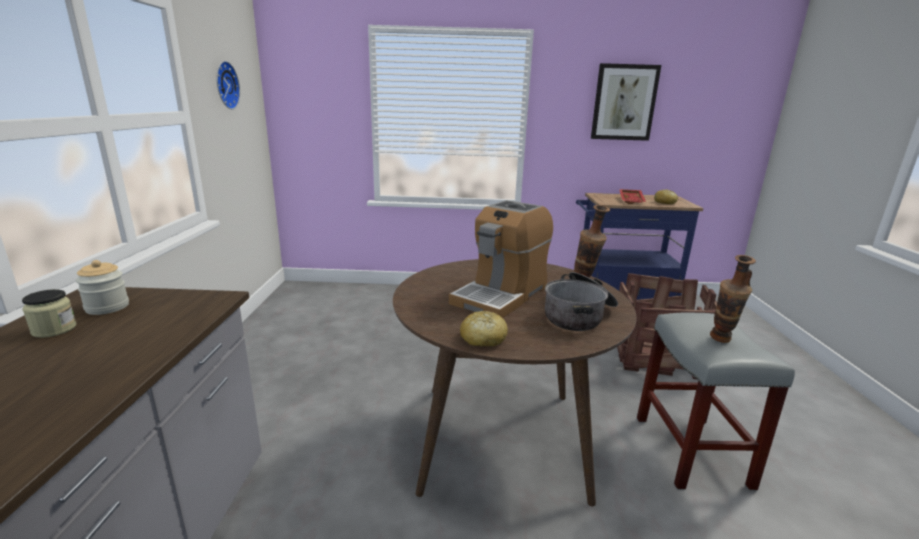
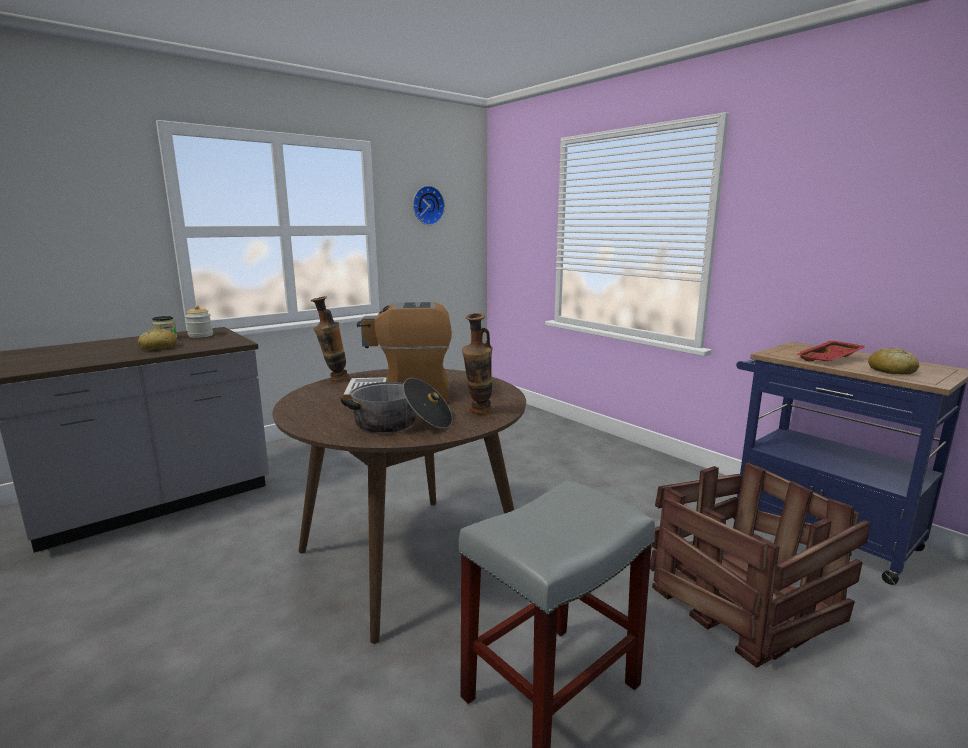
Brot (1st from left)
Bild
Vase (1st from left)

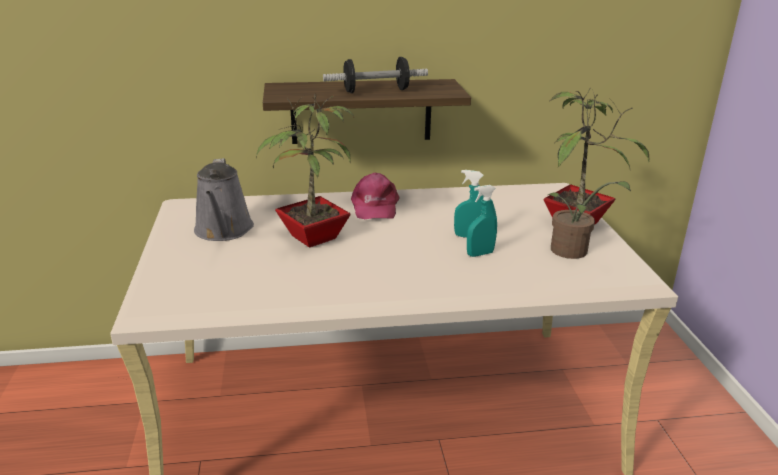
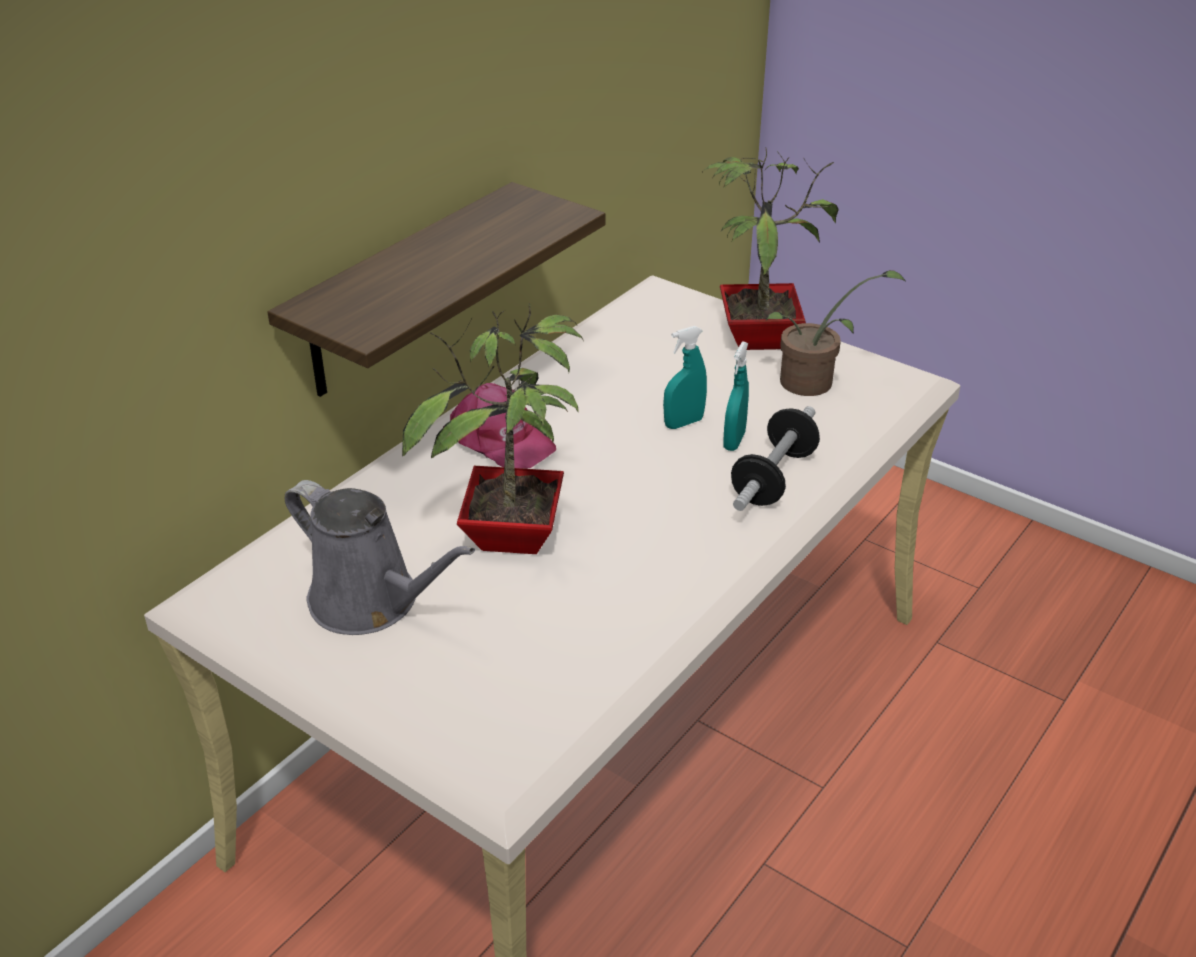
Hantel

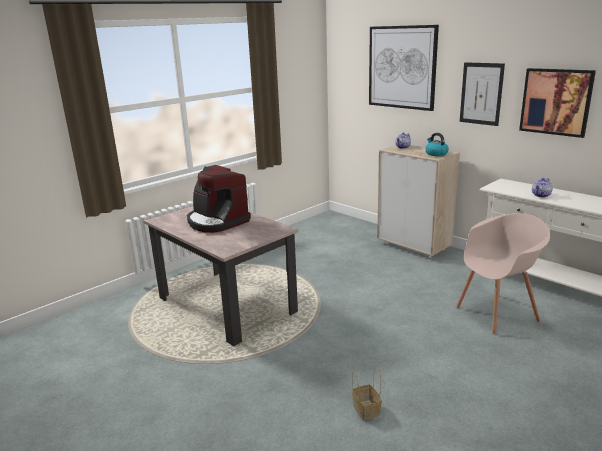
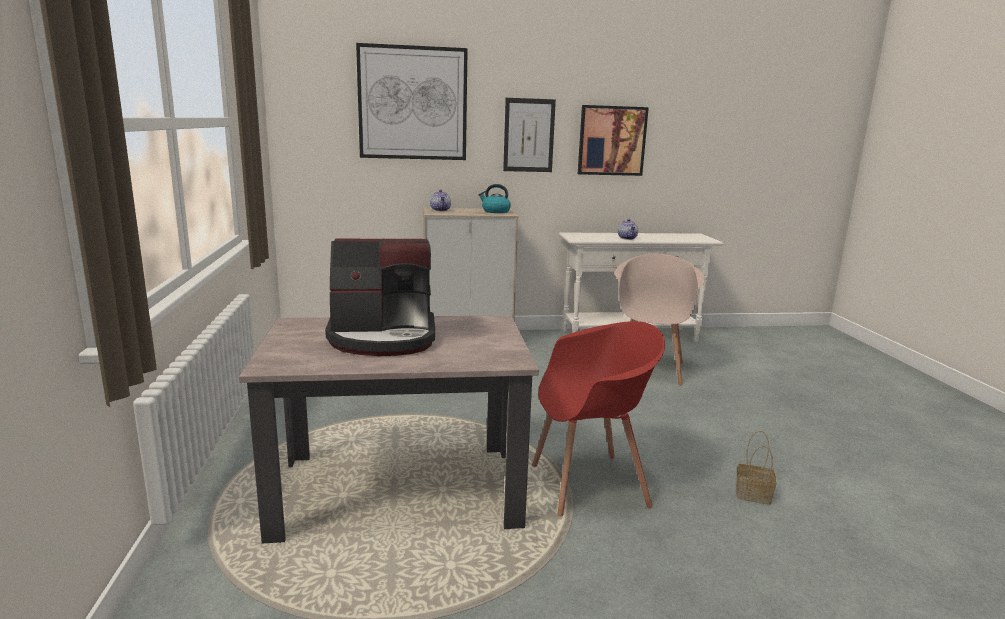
Stuhl/rot

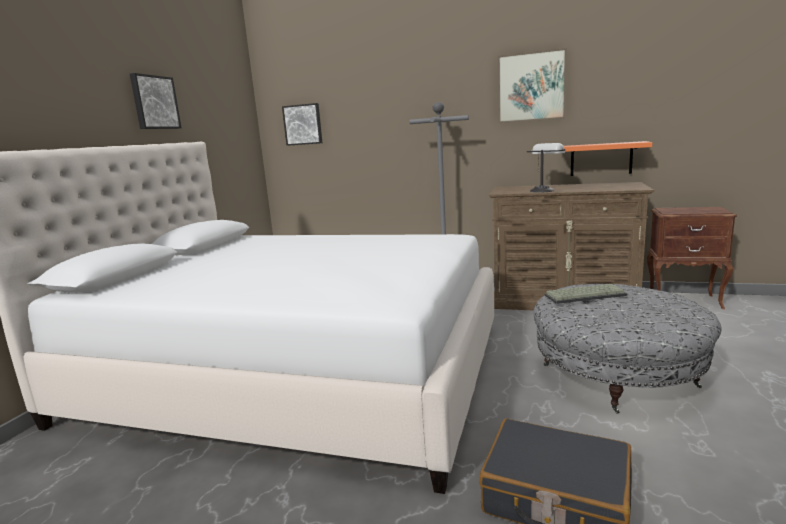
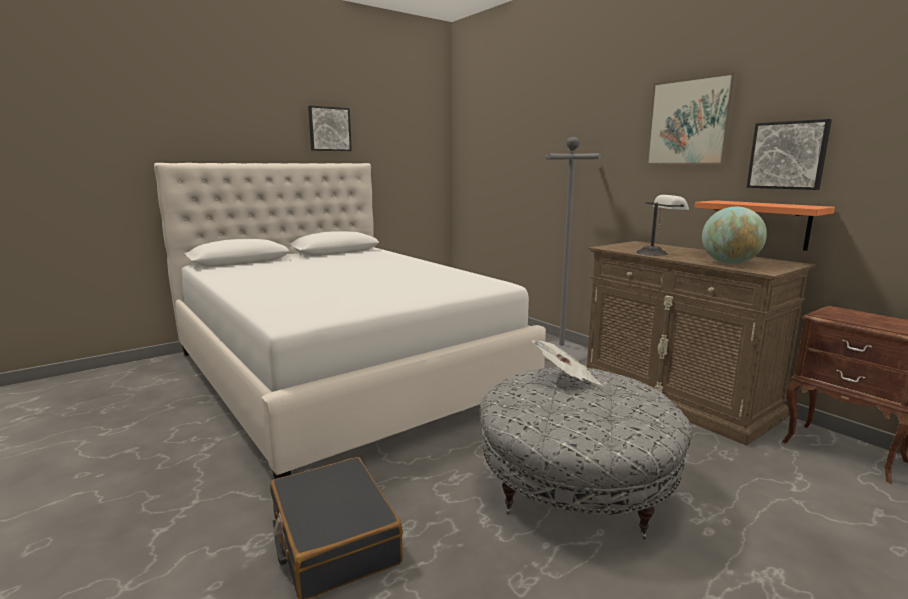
Bild (3rd from left)
Zeitung
Globus

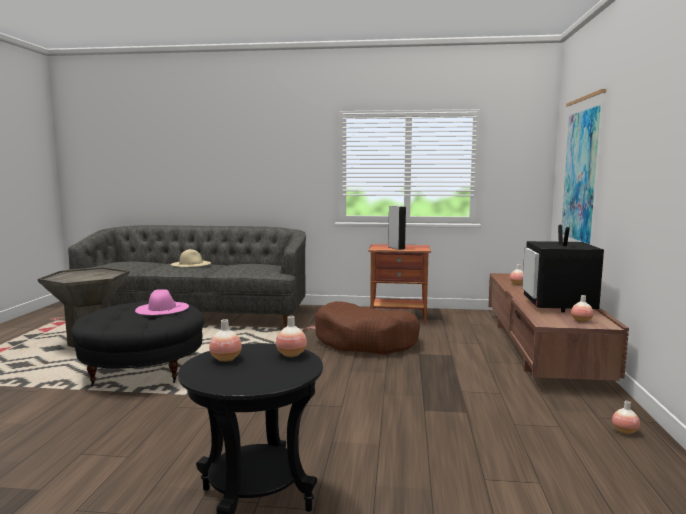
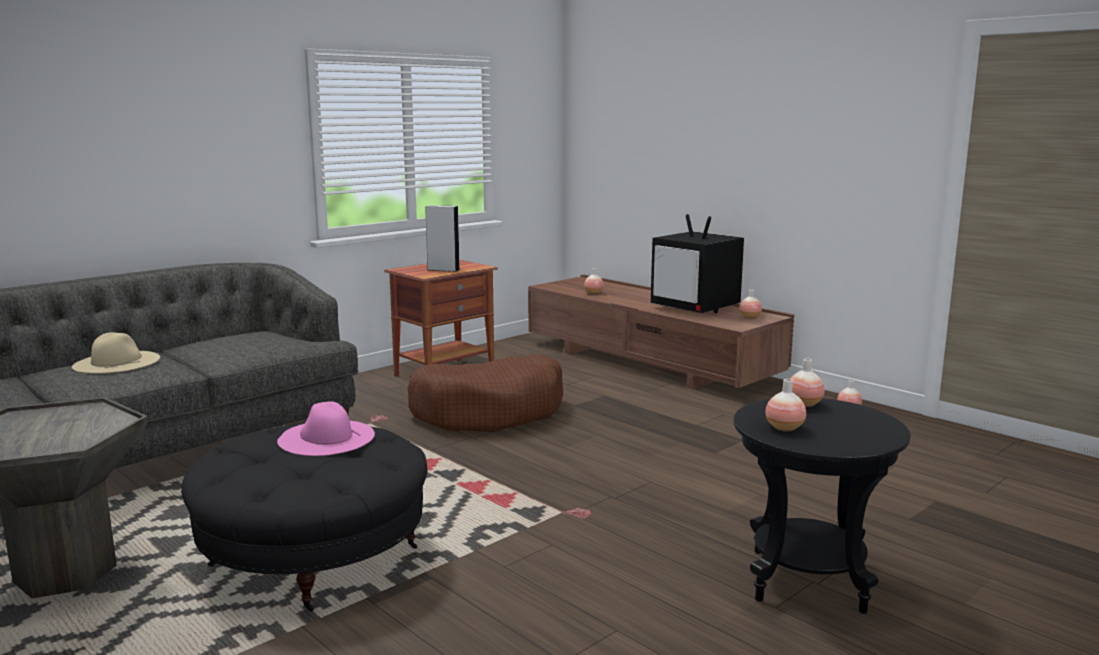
Bild

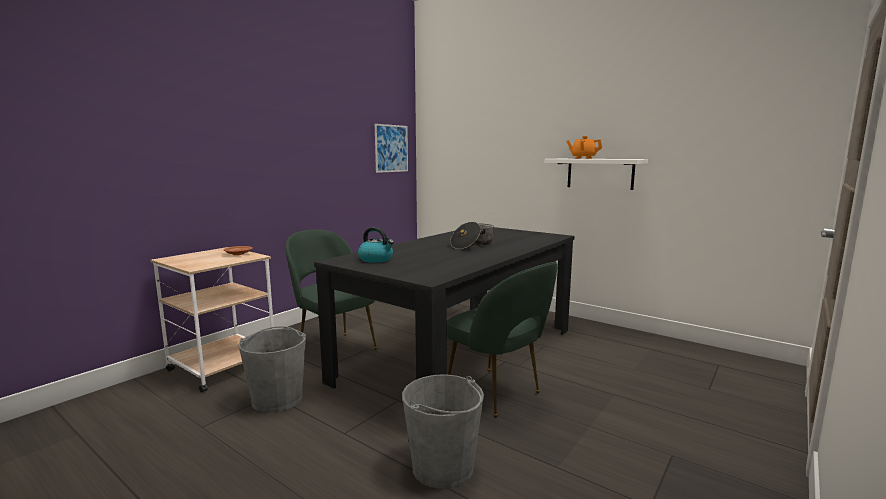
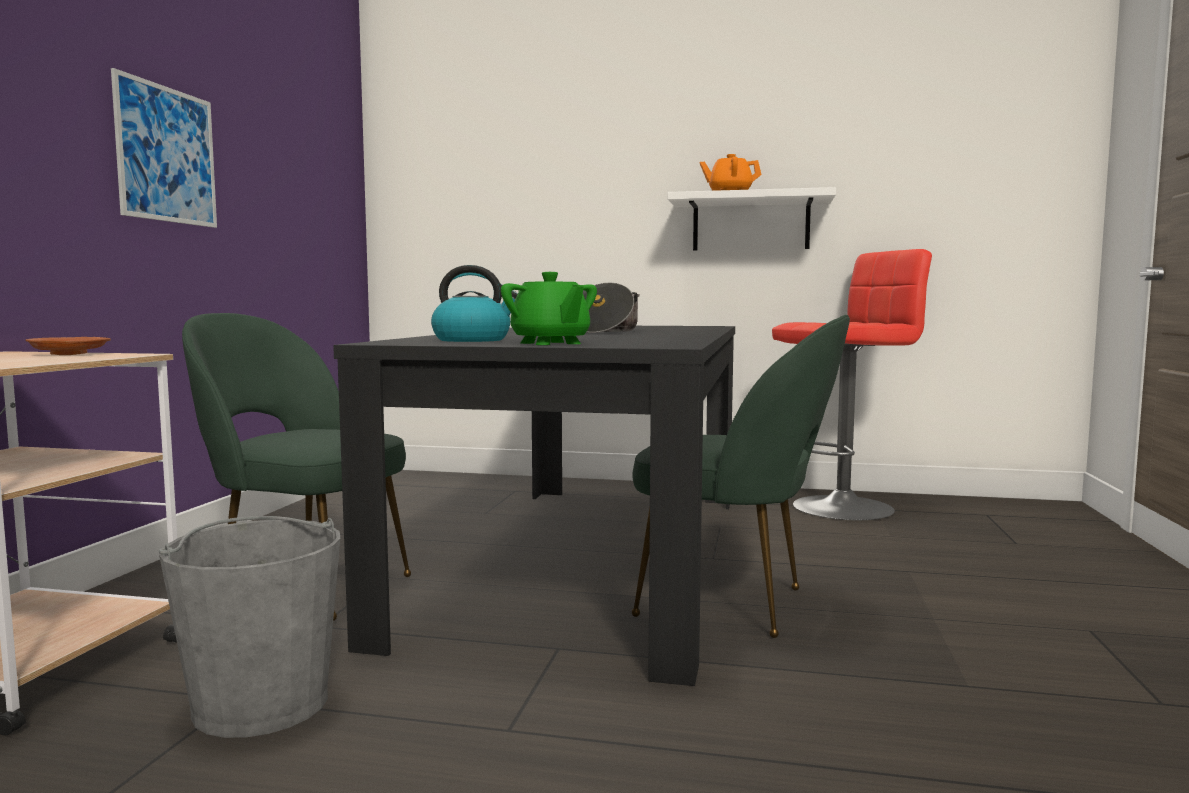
Bild
Eimer/grau (2nd from left in the first image)
Teekanne/grün
Hocker/rot

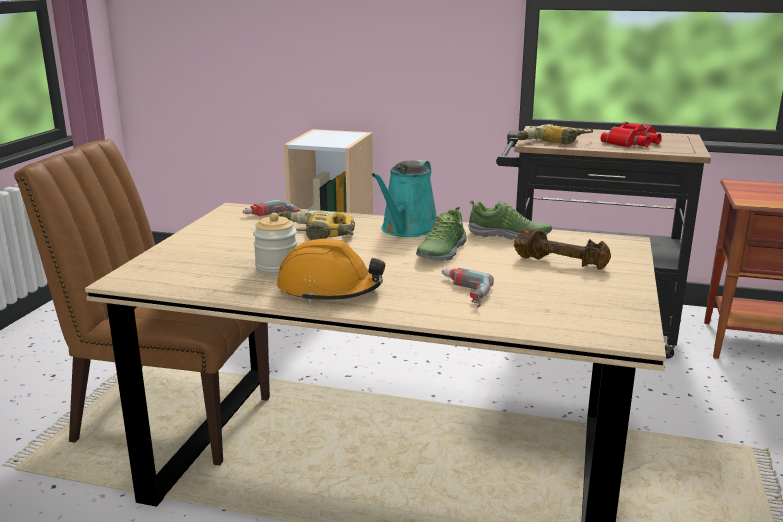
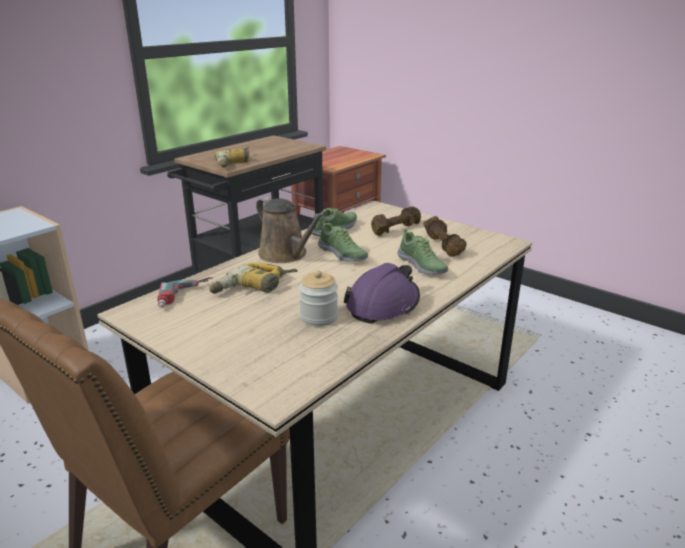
Schutzhelm/lila
Gießkanne/braun
Schuh (3rd from left)
Fernglas/rot
Hantel/braun (2nd from left)

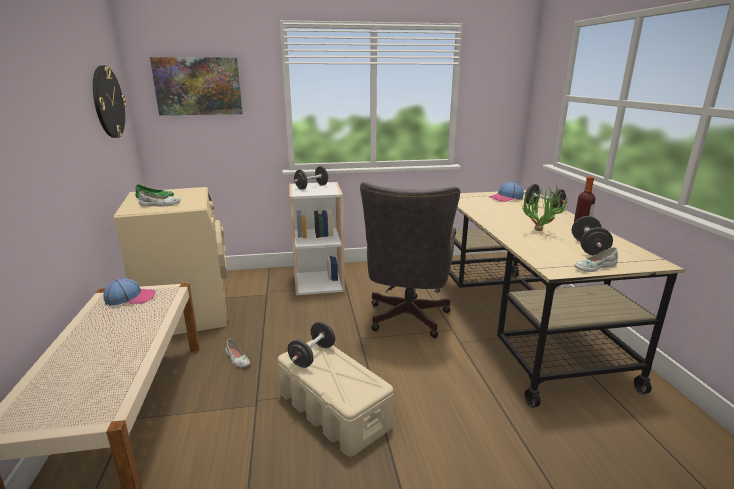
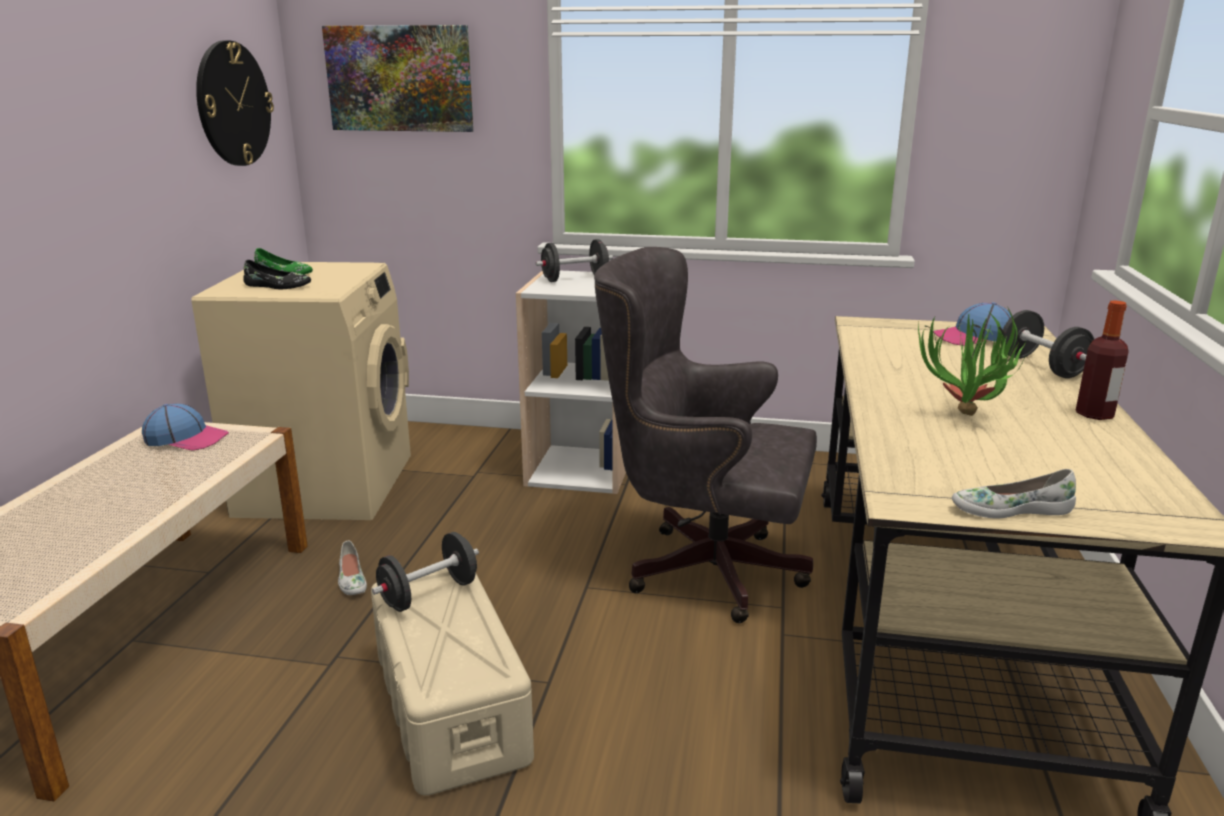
Schuh/schwarz
Bürostuhl/grau
Hantel/schwarz (4th from left in the first image)

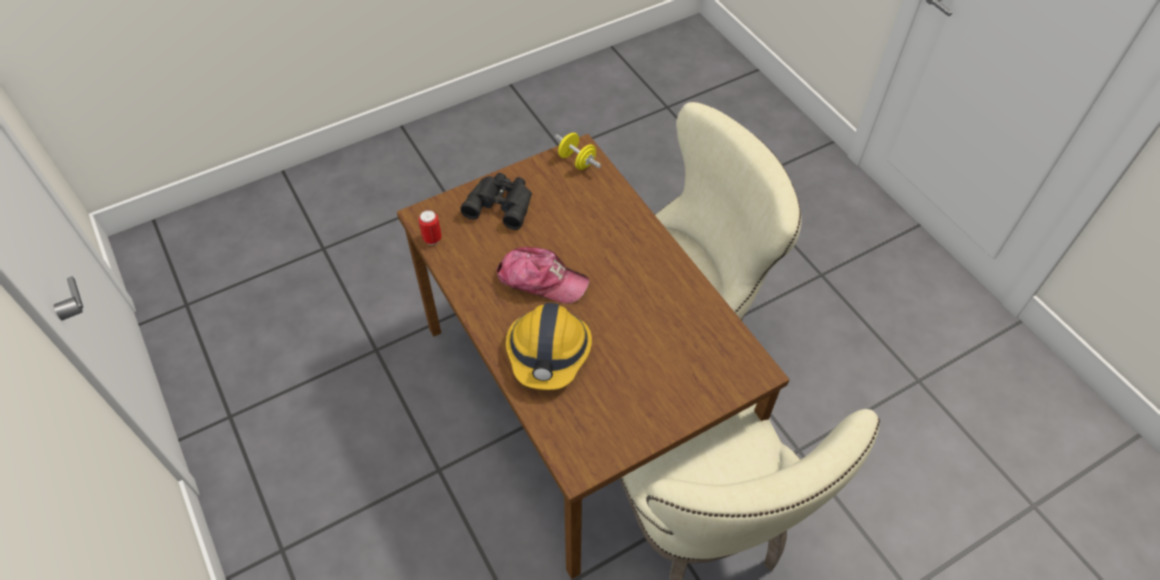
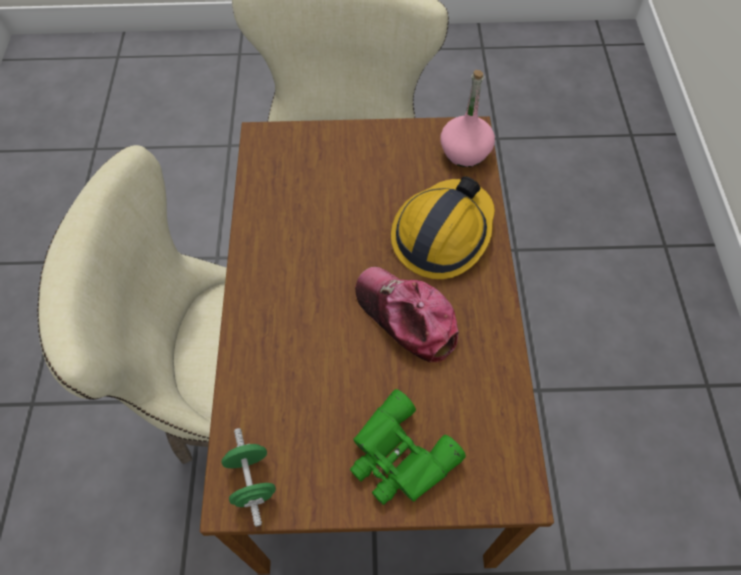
Dose
Fernglas/grün
Hantel/grün
Flasche/rosa

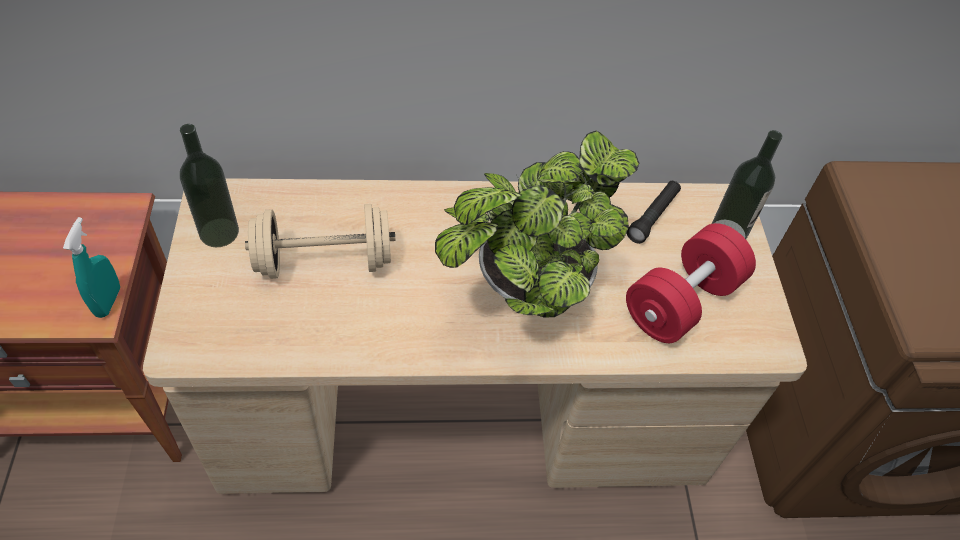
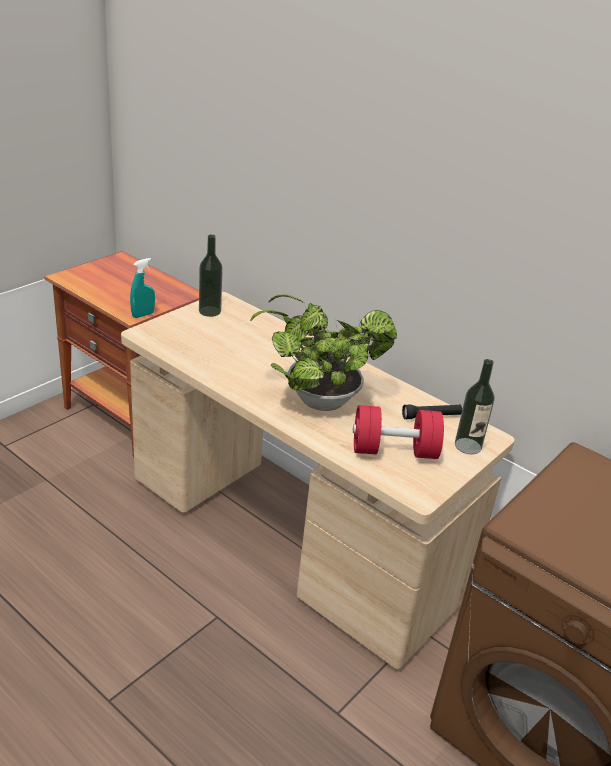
Hantel/beige

